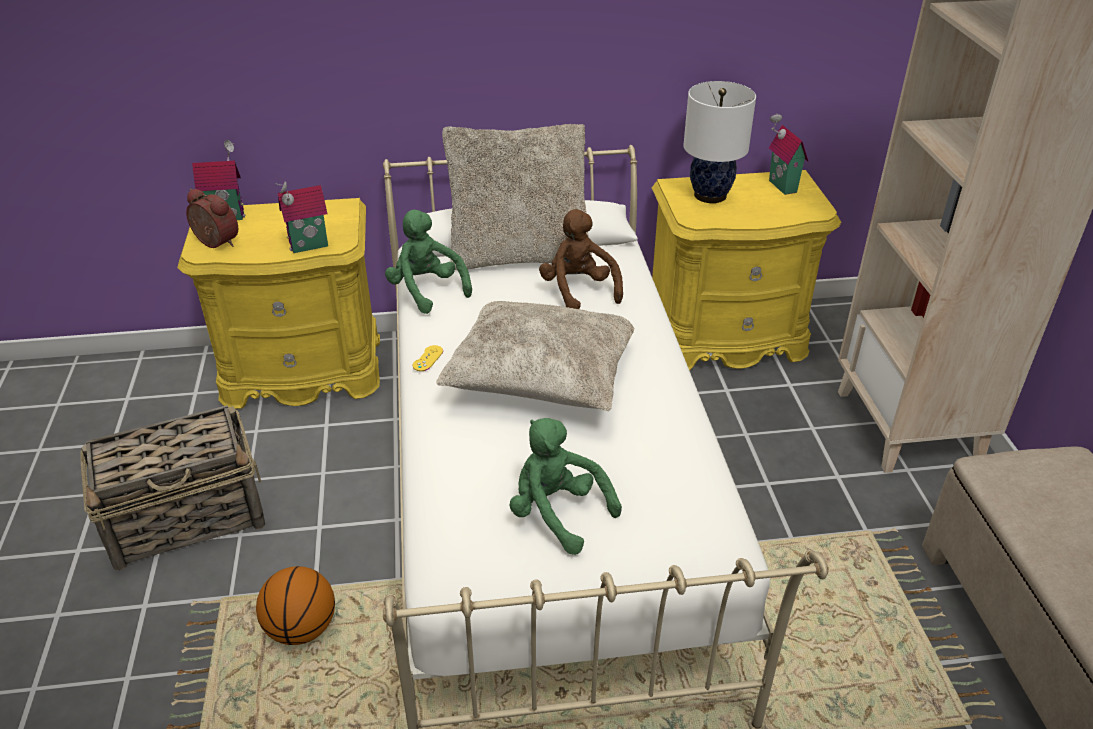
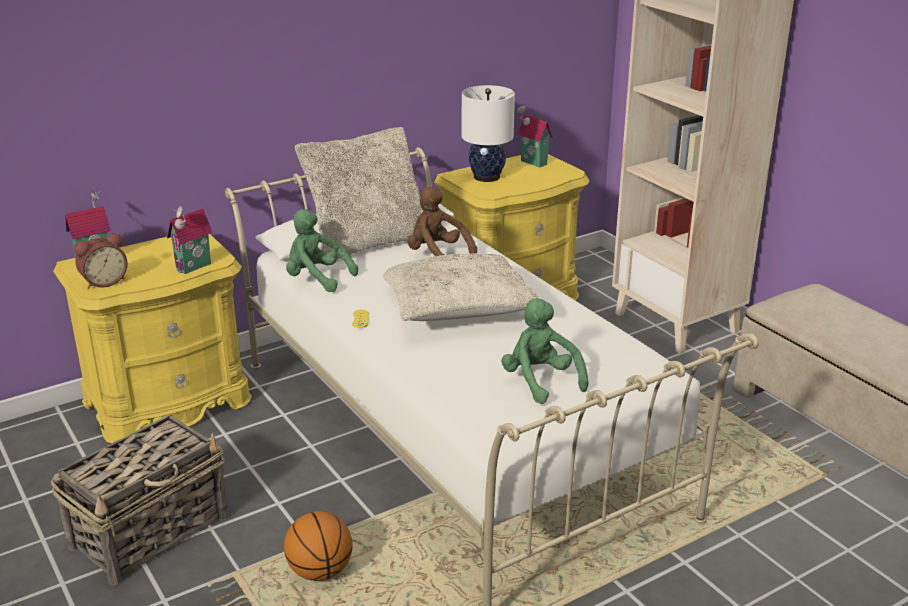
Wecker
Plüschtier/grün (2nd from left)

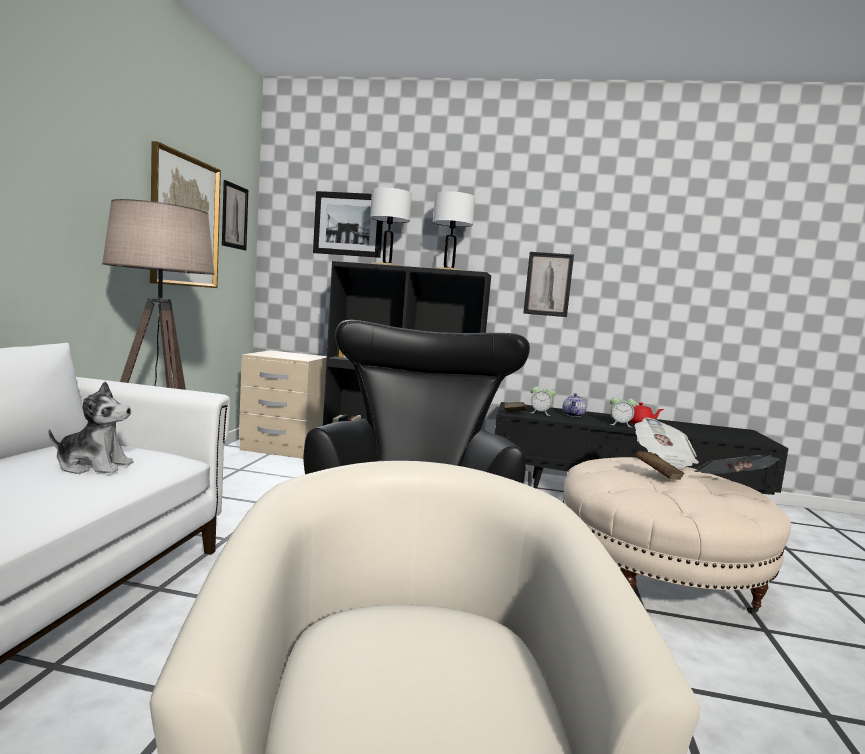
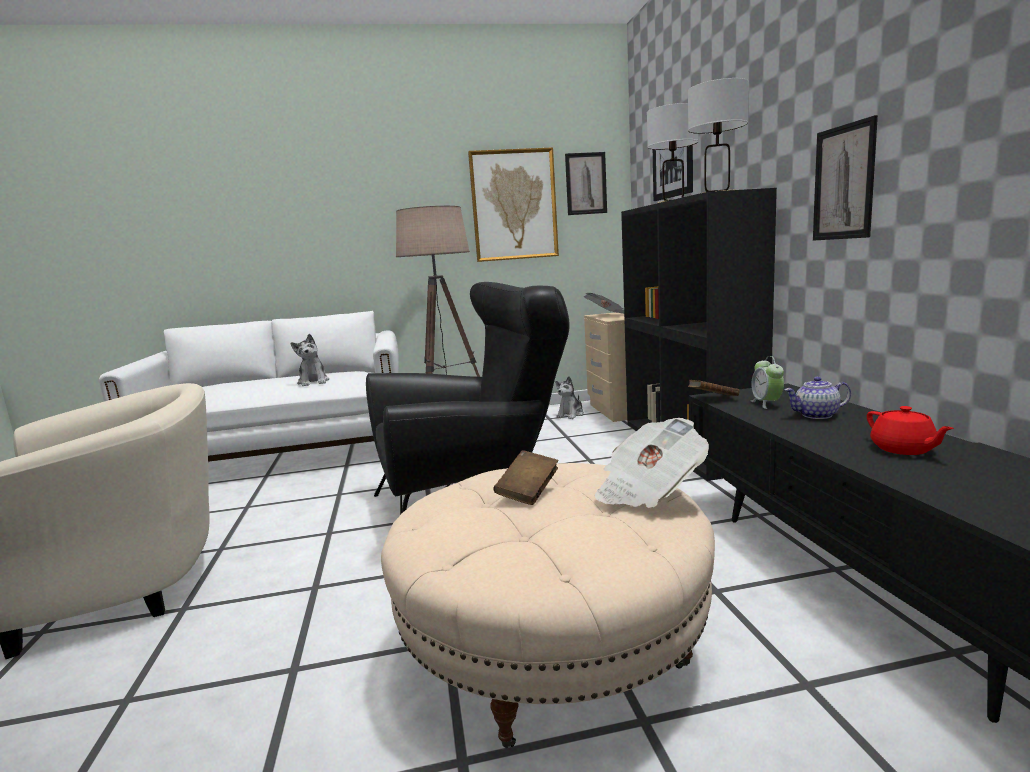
Wecker (2nd from left in the first image)
Zeitung (1st from left)
Plüschtier (2nd from left)

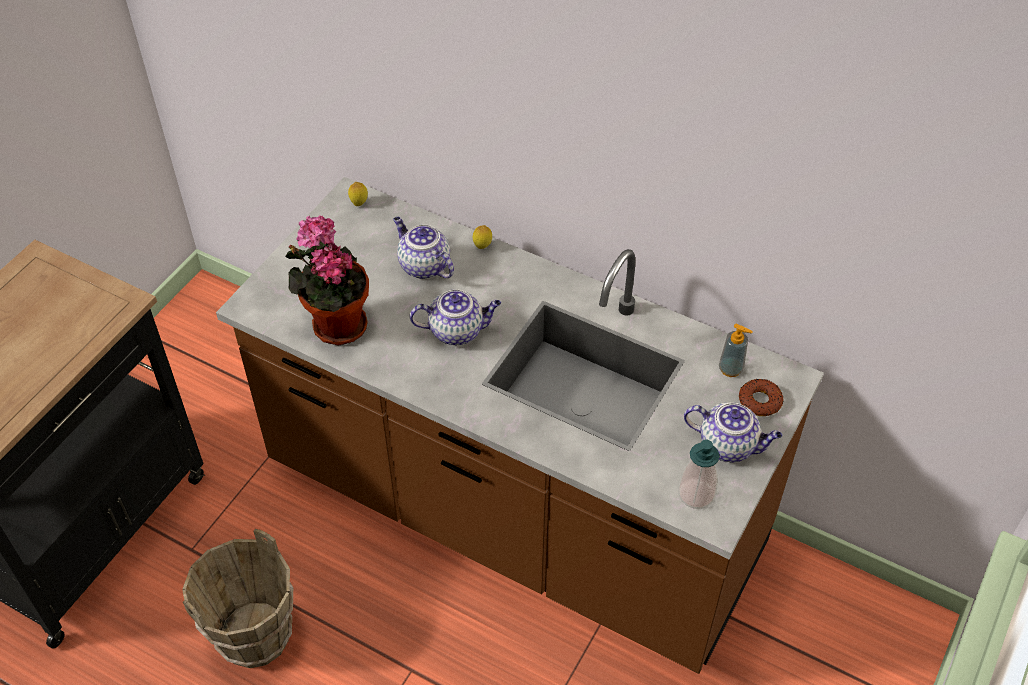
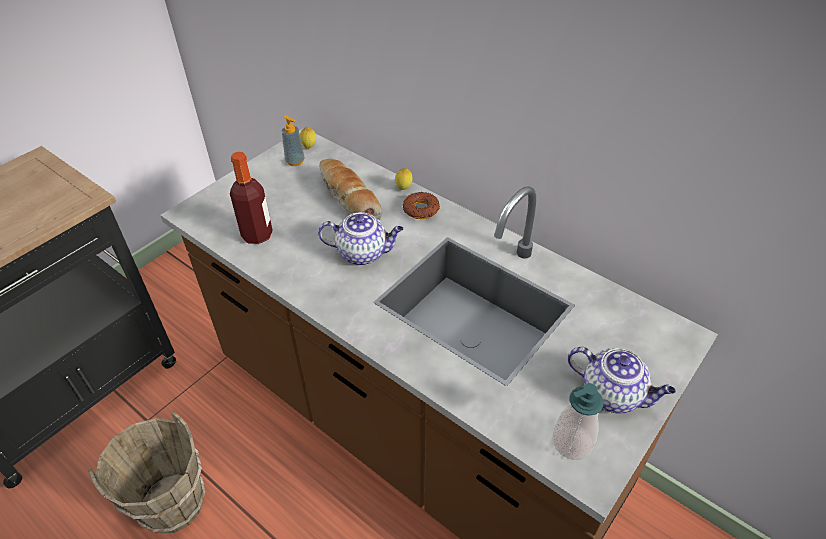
Flasche
Brot
Seifenspender (1st from left)
Donut

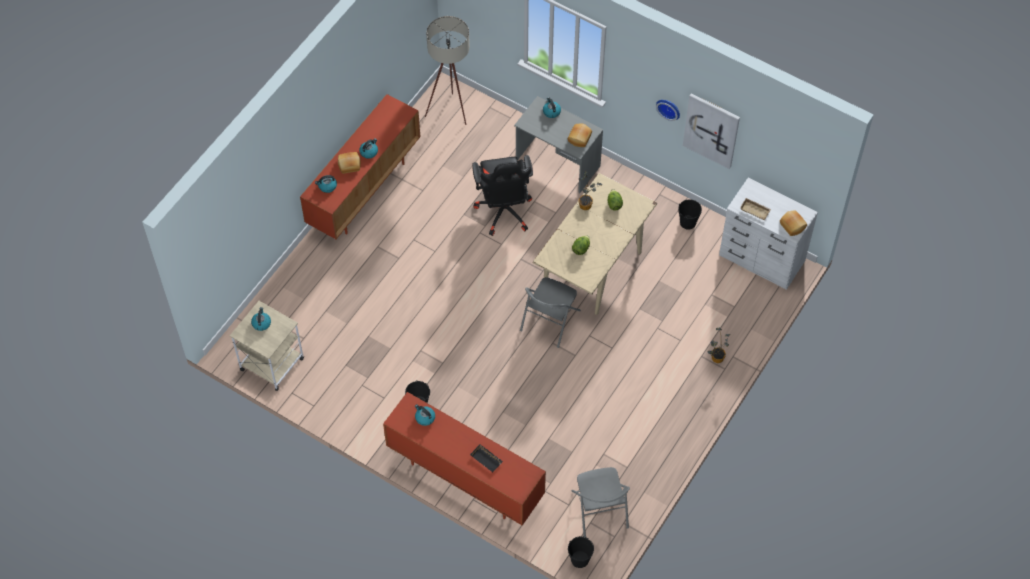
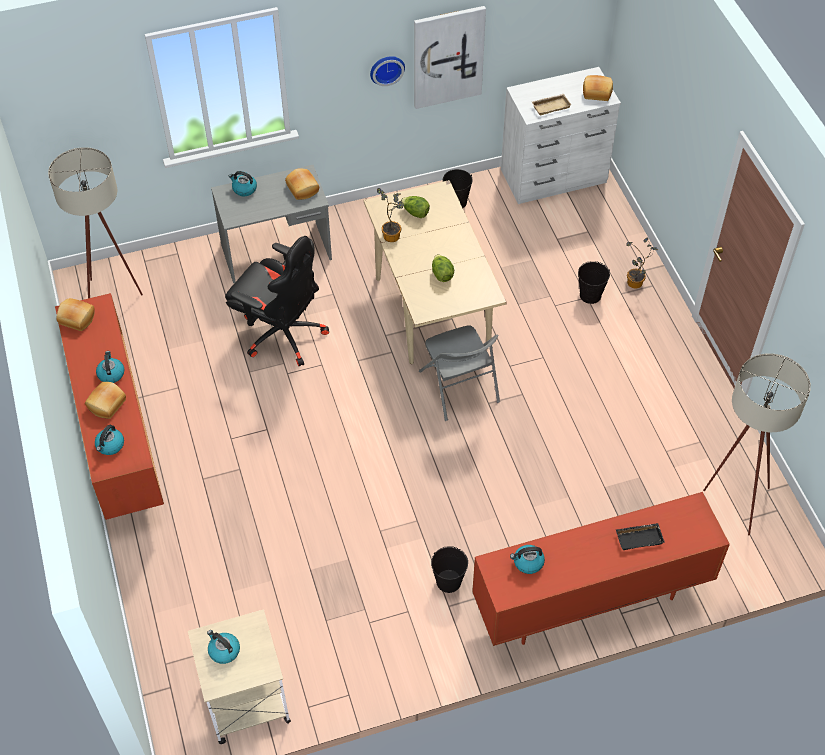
Eimer/schwarz (3rd from left)
Stehlampe/beige (2nd from left)
Brot (1st from left)

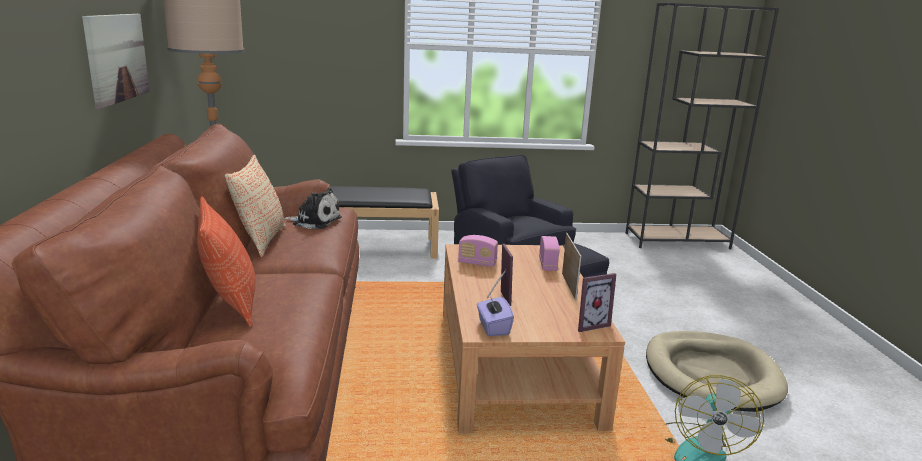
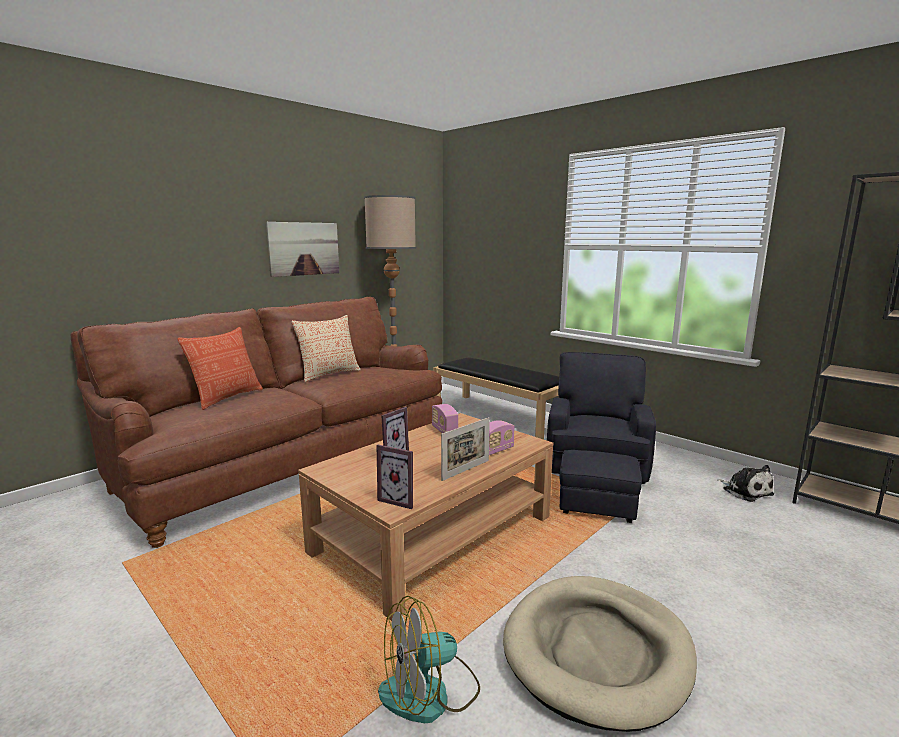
Plüschtier
Taschentuchbox/lila

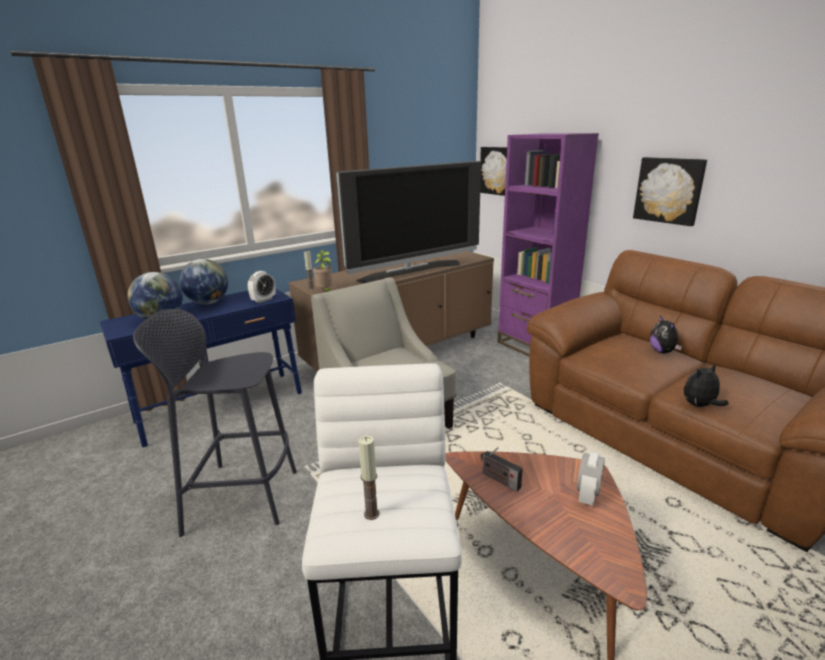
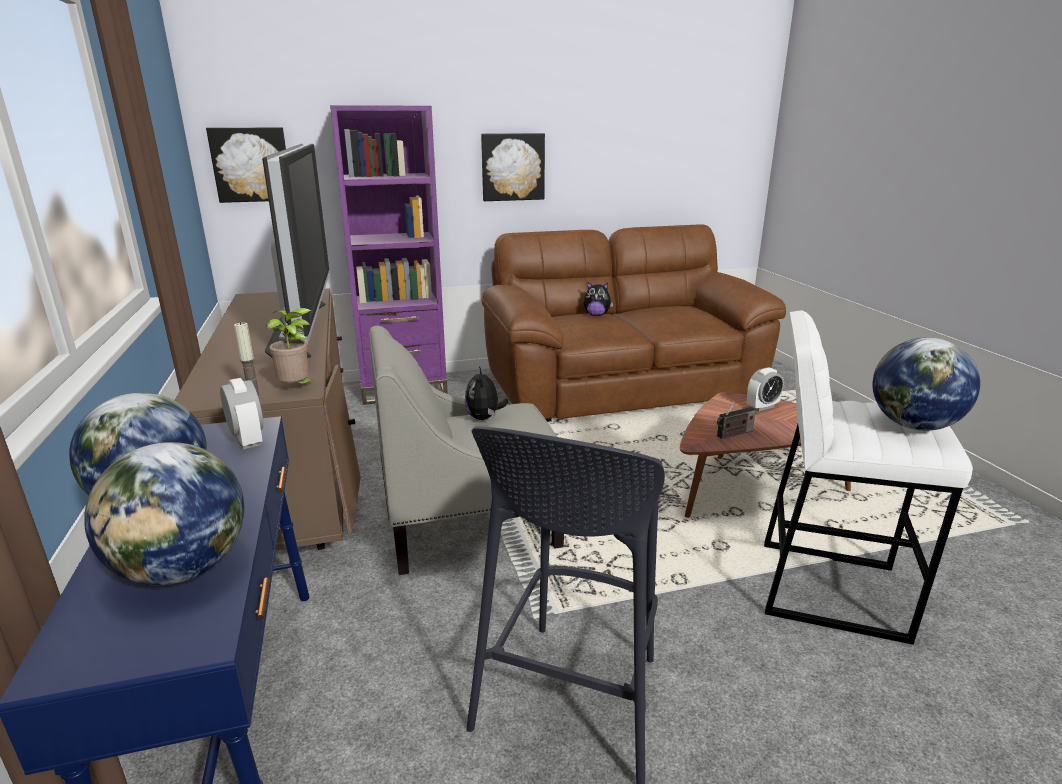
Globus (3rd from left)
Wecker (2nd from left)
Plüschtier (1st from left)

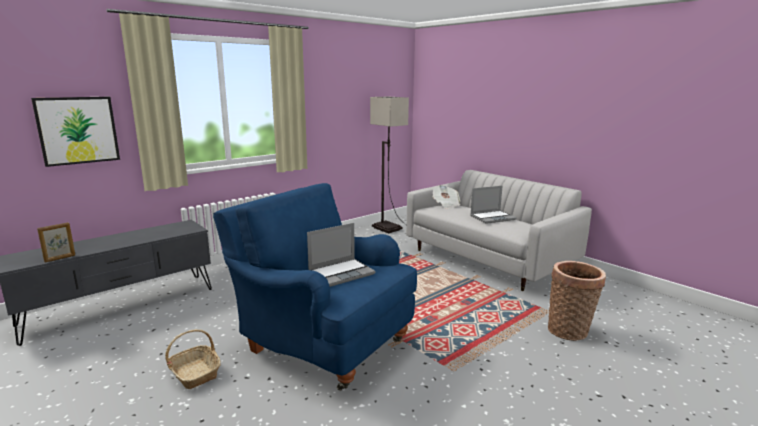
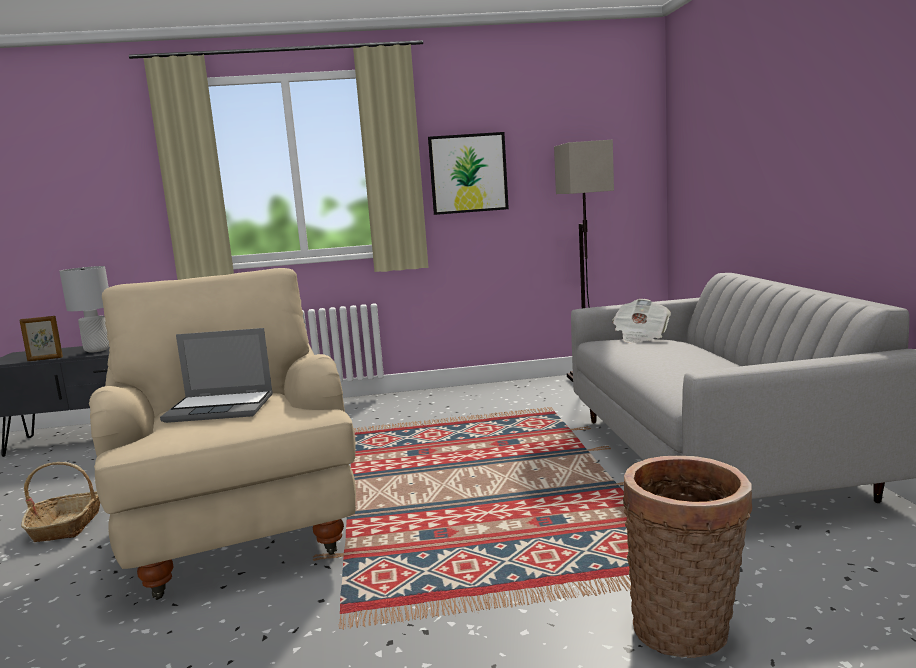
Bild
Sessel/beige
Laptop (2nd from left in the first image)
Tischlampe/grau

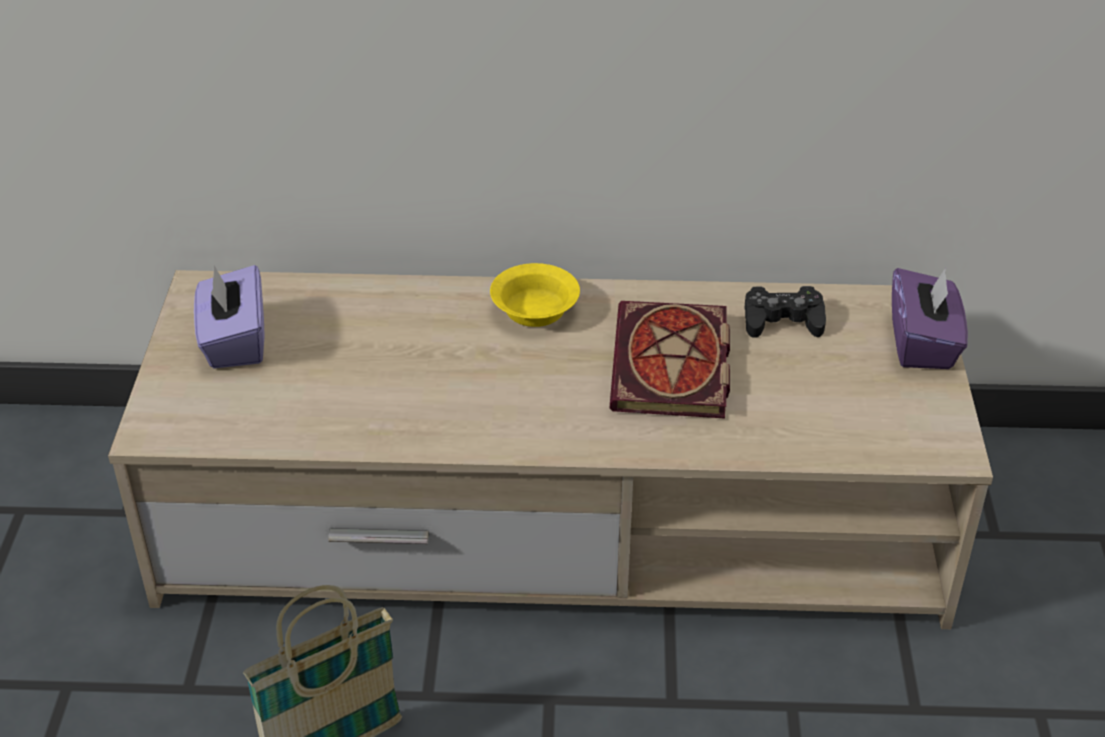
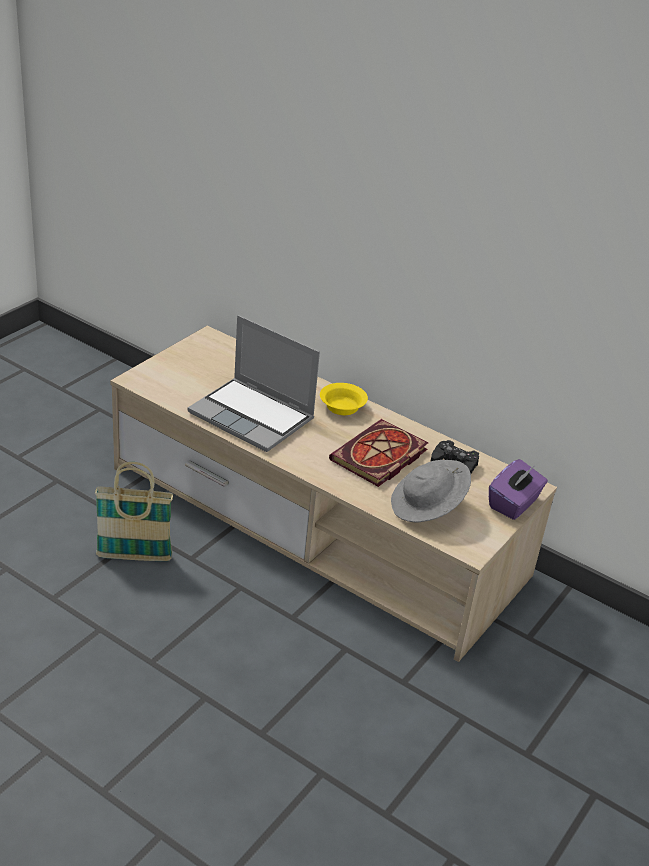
Taschentuchbox/lila (1st from left in the first image)
Laptop
Hut/grau

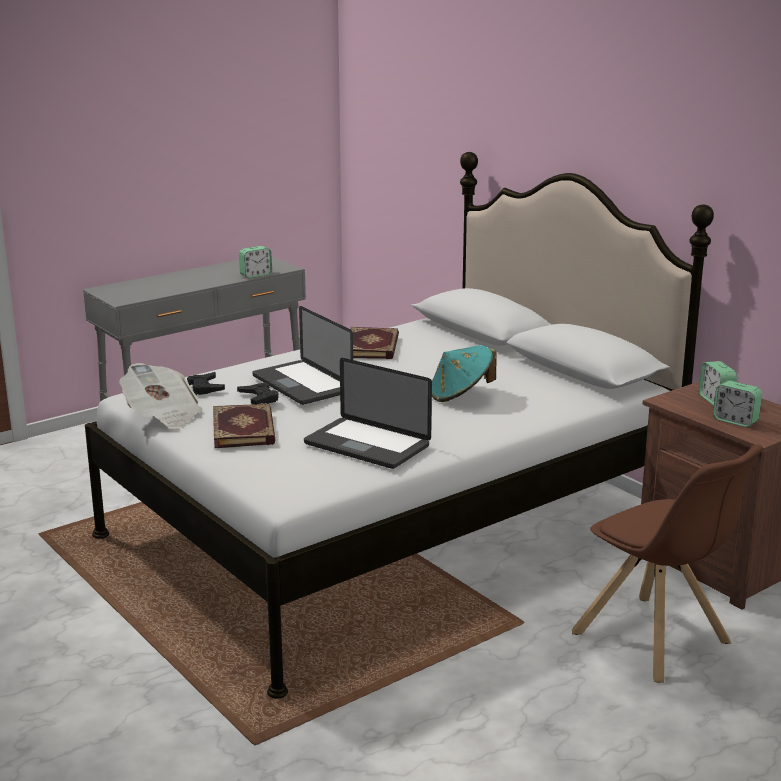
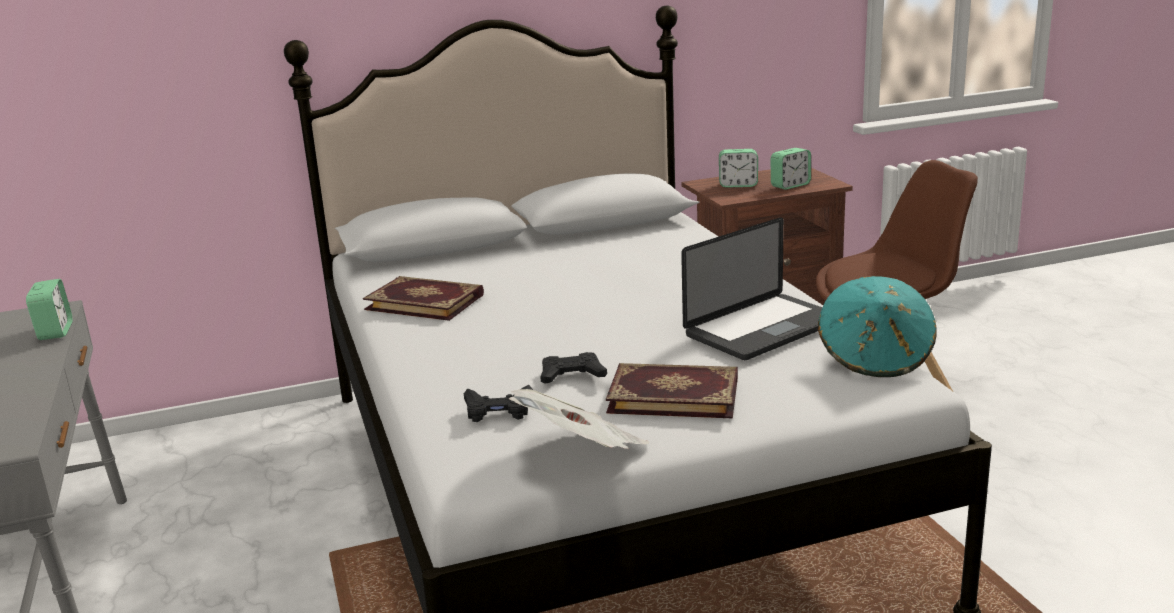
Laptop (1st from left in the first image)
Hut/türkis

